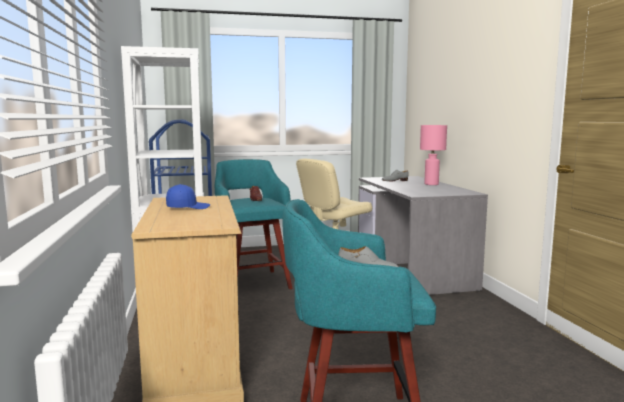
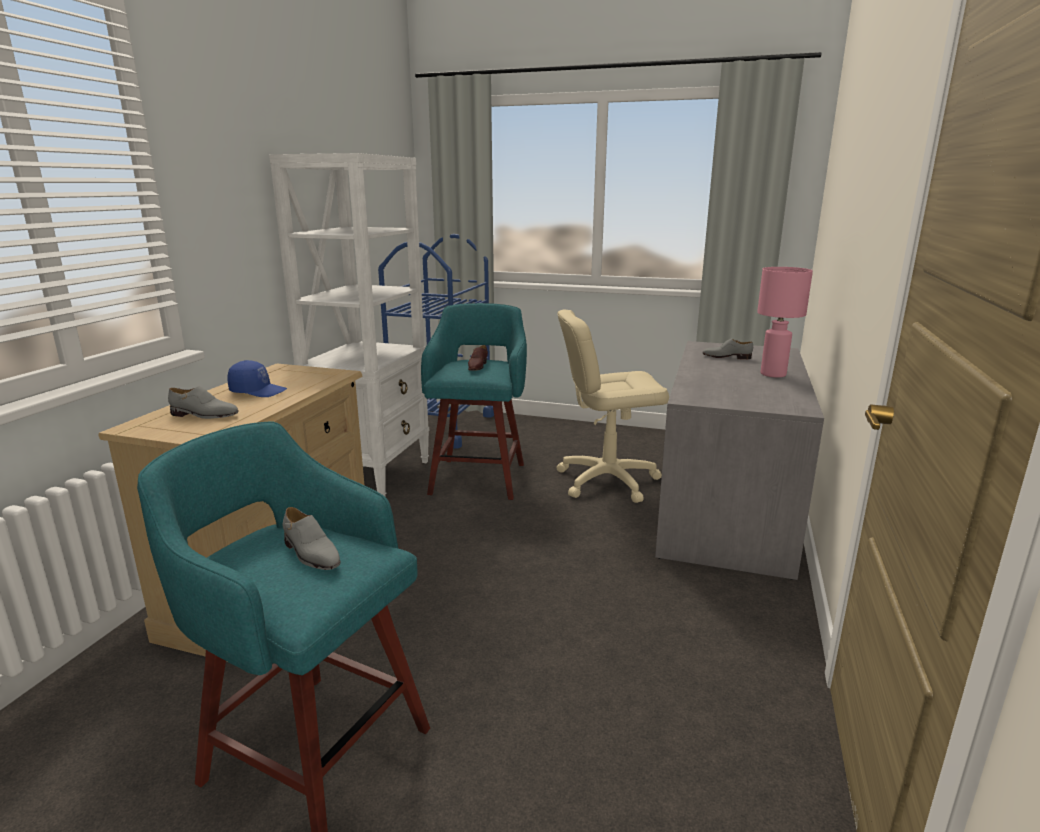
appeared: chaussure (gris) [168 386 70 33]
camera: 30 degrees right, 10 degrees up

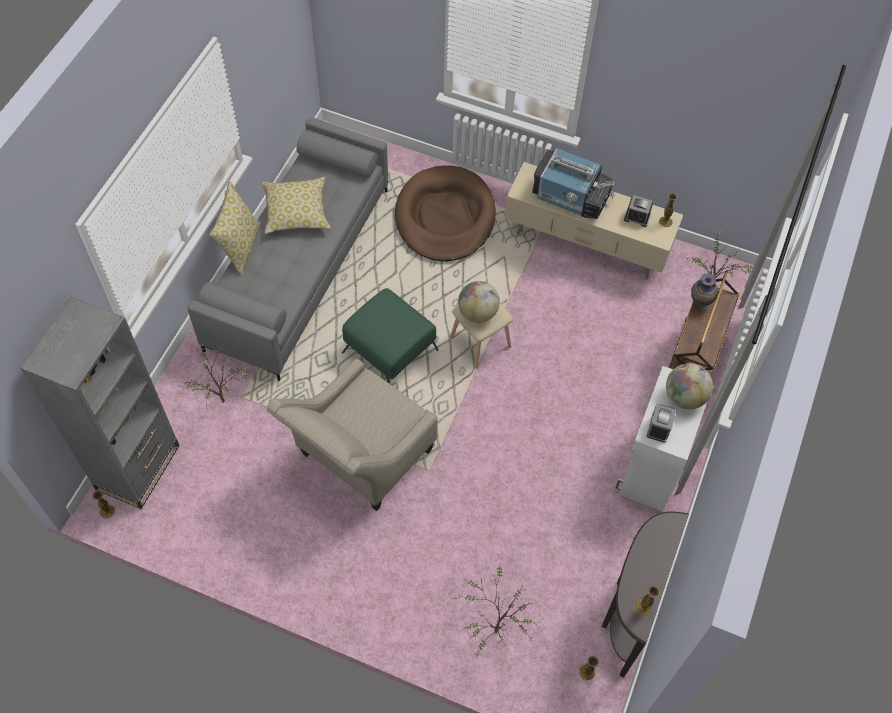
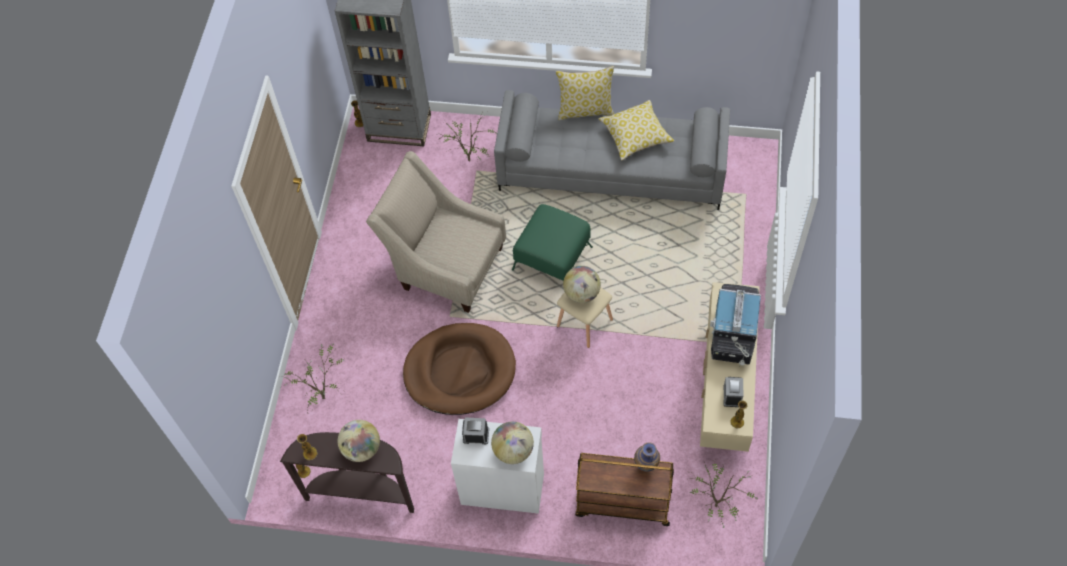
appeared: globe [338 420 42 42]
relocated: panier pour chien (marron) [395 165 101 96] to [403 323 113 92]
camera: 80 degrees right, 0 degrees up

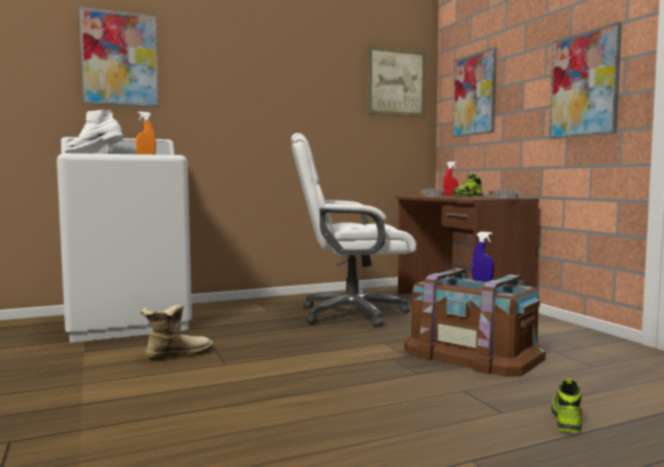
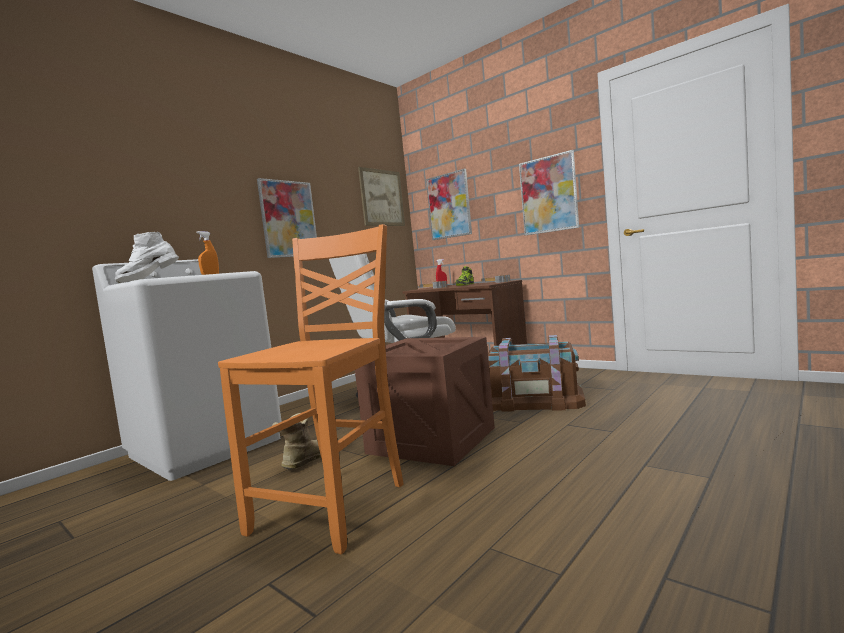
missing: vaporisateur (bleu) [472 232 22 50]; chaussure [551 379 31 54]
appeared: chaise (orange) [218 224 186 330]; caisse [355 337 140 129]
relocated: tableau [79 7 80 100] to [257 178 60 80]
camera: 25 degrees left, 0 degrees up

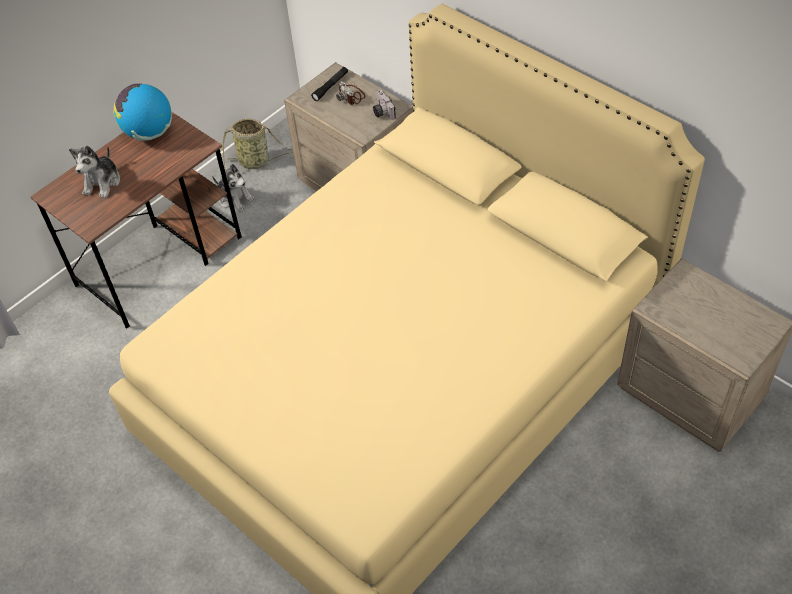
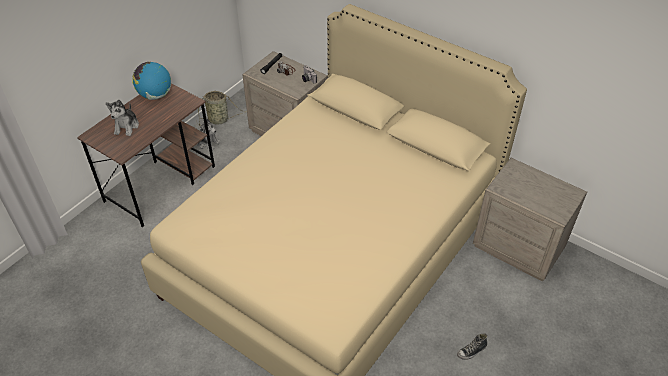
appeared: chaussure [457 333 30 27]
camera: 10 degrees left, 5 degrees down

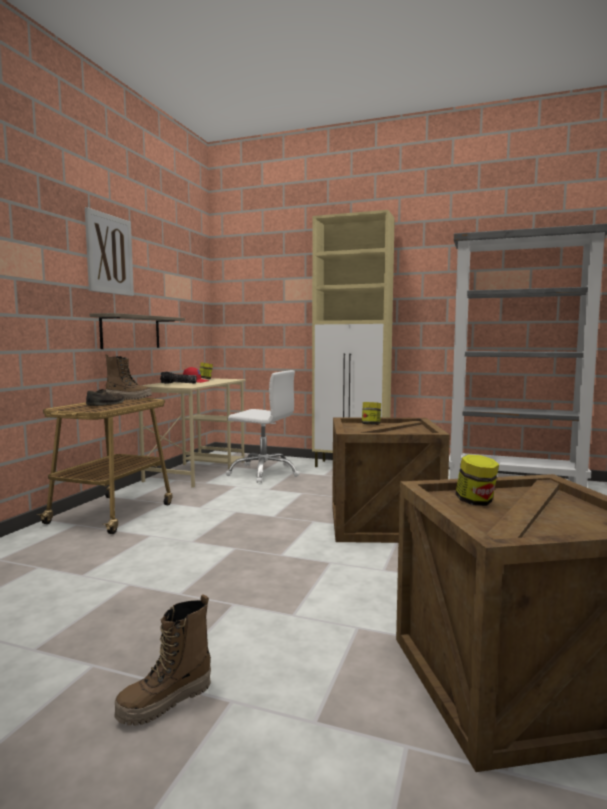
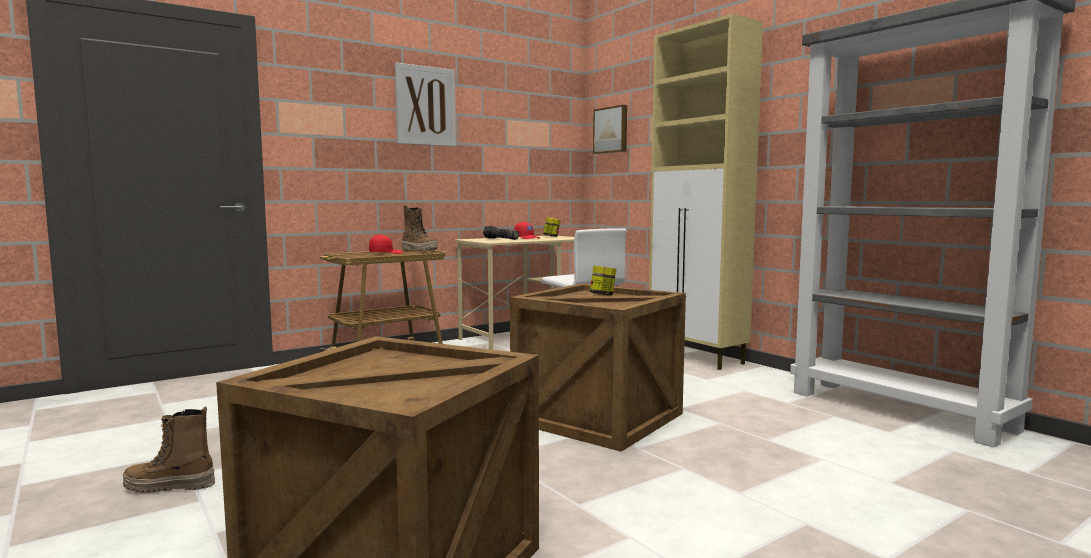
missing: étagère [90 313 95 36]; bocal [456 455 43 51]
appeared: tableau [593 105 34 49]
exchanged: chaussure (marron) [86 389 38 17] to casquette (rouge) [369 235 34 19]
camera: 35 degrees right, 0 degrees up

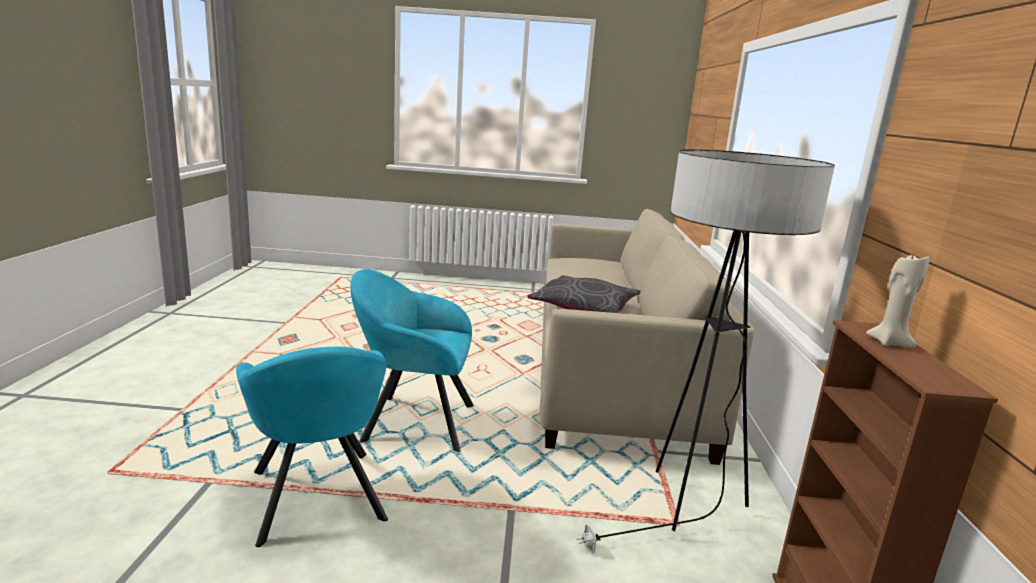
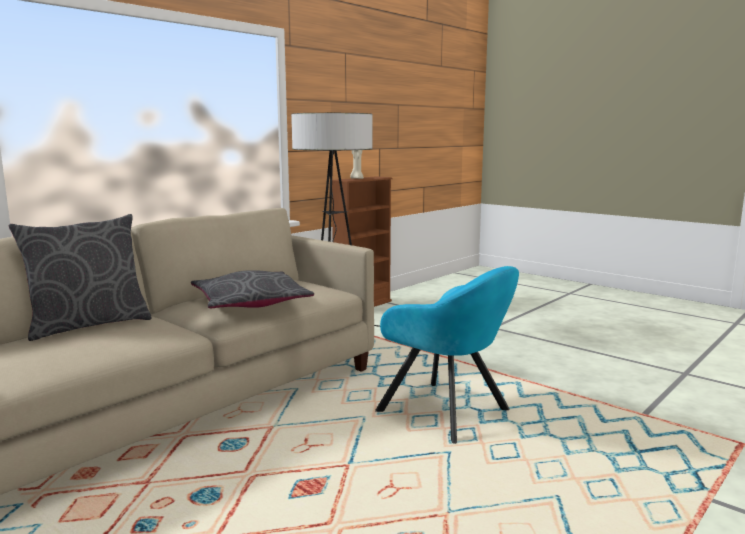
missing: fauteuil (turquoise) [236 347 152 200]
appeared: coussin (gris) [9 214 142 127]
camera: 140 degrees left, 5 degrees down

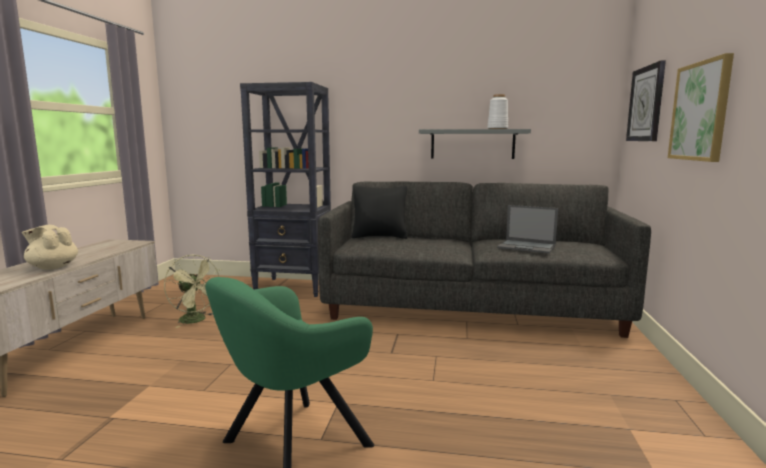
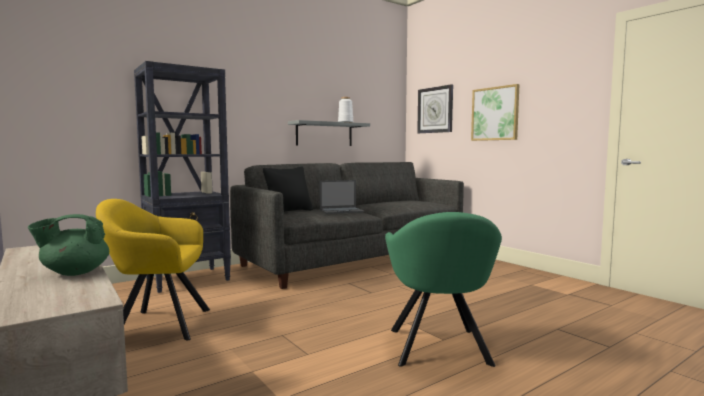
relocated: ordinateur portable [497 205 61 48] to [319 180 45 34]
exchanged: ventilateur (vert) [164 255 57 73] to fauteuil (jaune) [96 199 114 141]
colour: théière (beige) [22 225 56 45] to théière (vert) [28 214 81 62]
camera: 45 degrees left, 5 degrees down

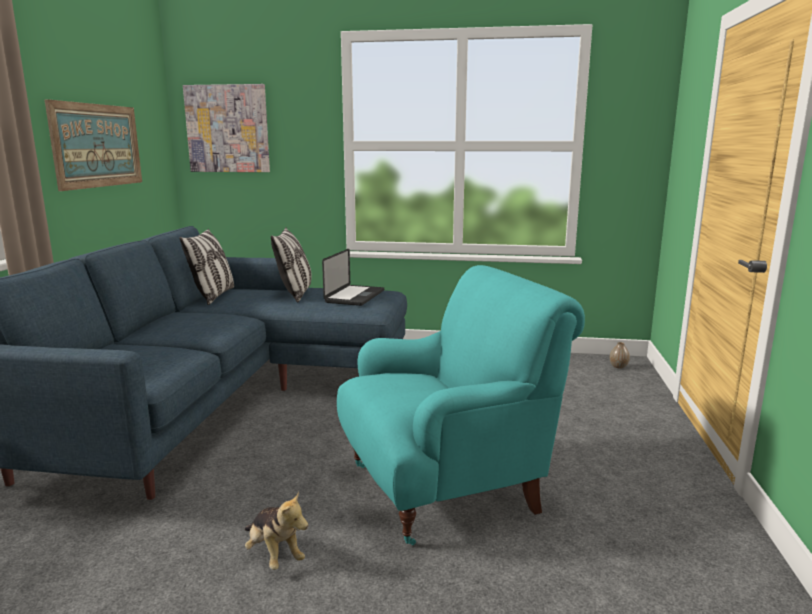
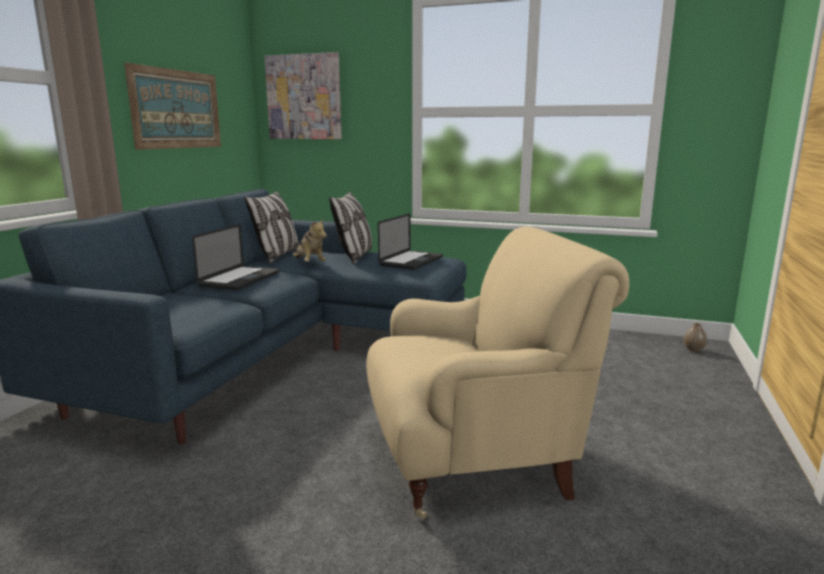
appeared: ordinateur portable [192 224 87 66]
relocated: peluche [244 491 64 79] to [293 218 34 44]
colour: fauteuil (turquoise) [337 265 248 280] to fauteuil (beige) [366 226 263 293]
camera: 10 degrees right, 0 degrees up

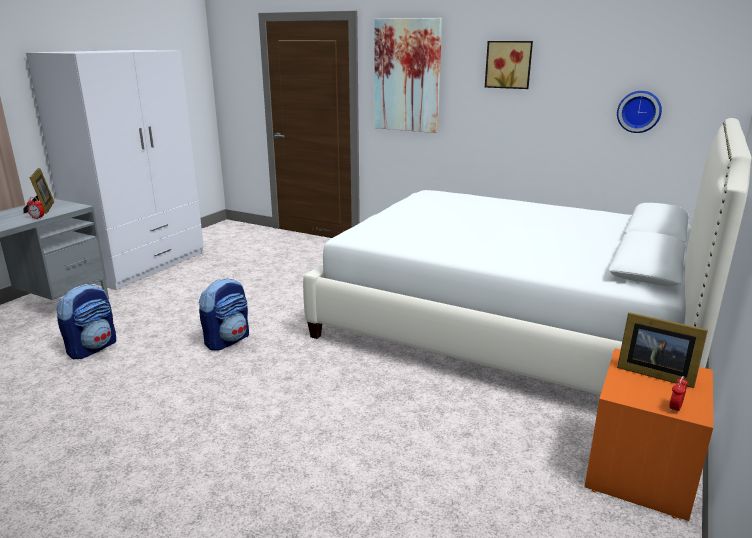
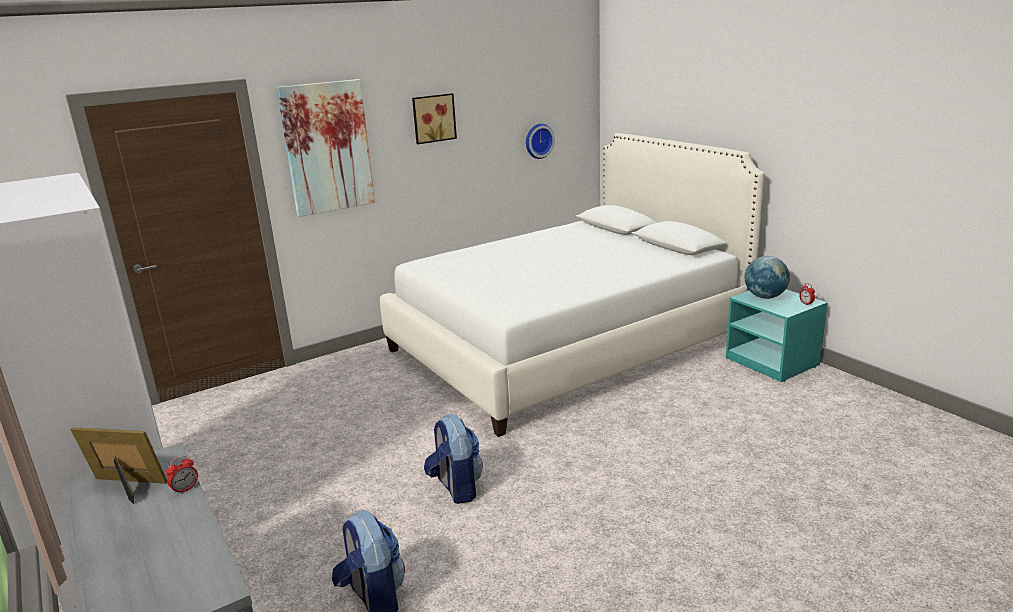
exchanged: cadre photo [617 312 91 76] to globe [744 256 46 43]
colour: table de chevet (orange) [585 348 128 173] to table de chevet (turquoise) [726 289 102 93]
camera: 60 degrees left, 0 degrees up

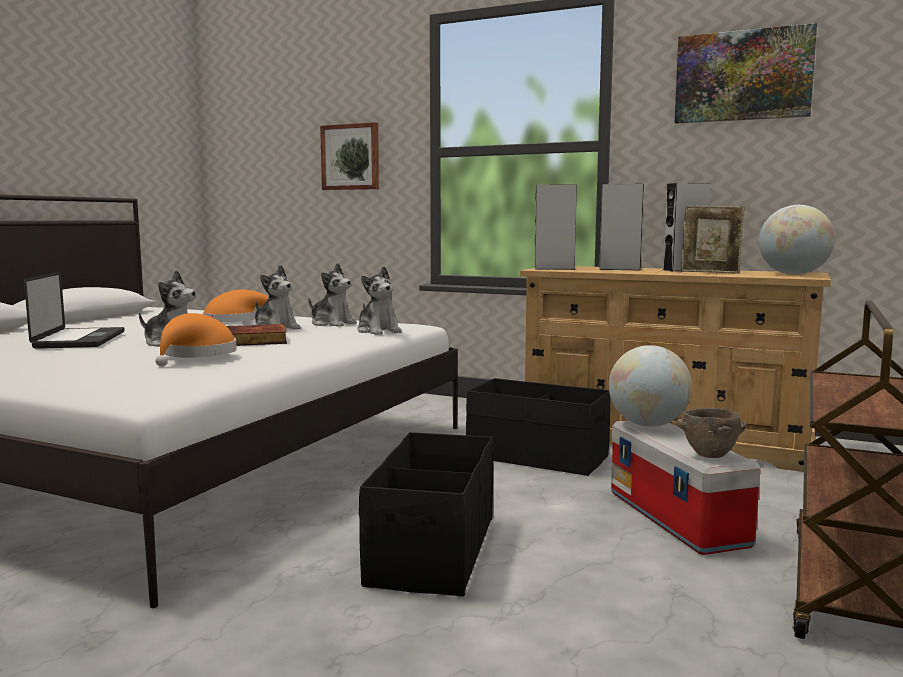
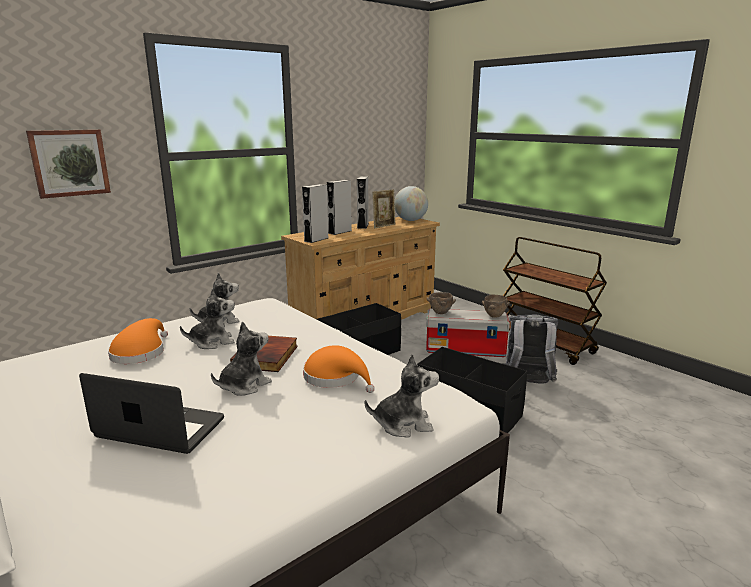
missing: tableau [675 23 142 100]
appeared: sac à dos (gris) [502 315 56 69]
relocated: peluche [357 266 45 69] to [365 354 74 84]
exchanged: globe [609 345 83 82] to bol (marron) [426 292 30 22]
camera: 65 degrees left, 10 degrees up

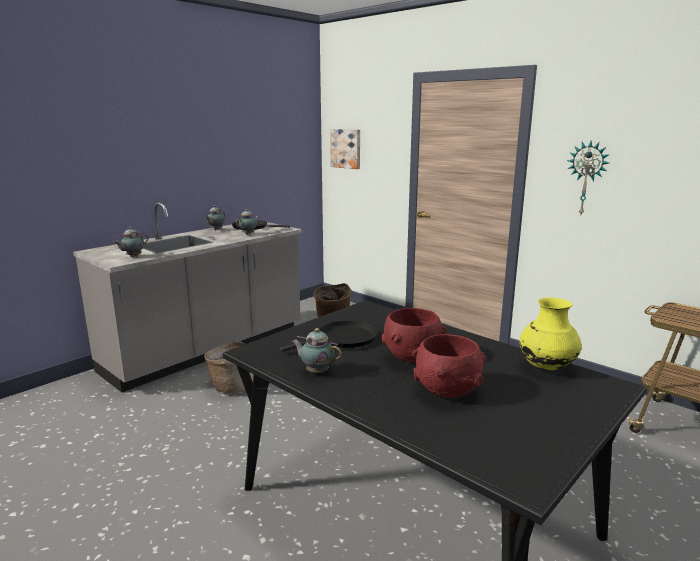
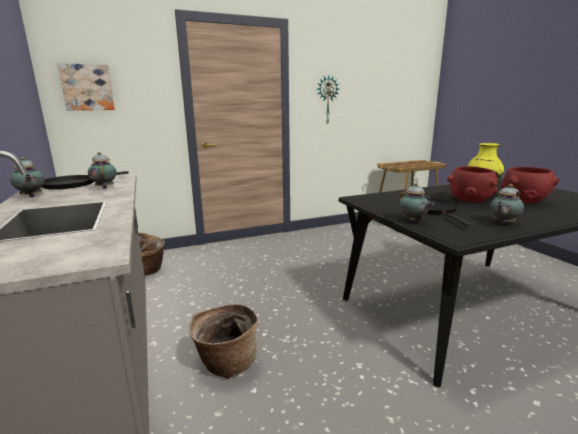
relocated: théière [113 227 36 30] to [399 183 35 39]
camera: 65 degrees left, 0 degrees up

